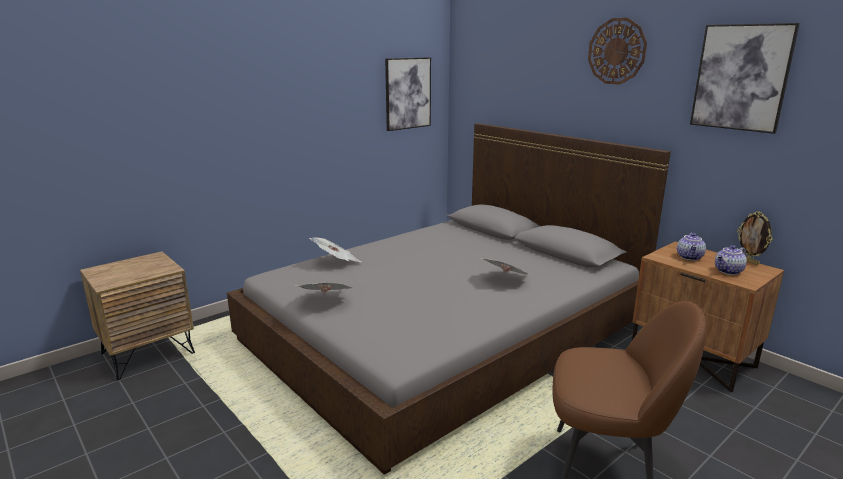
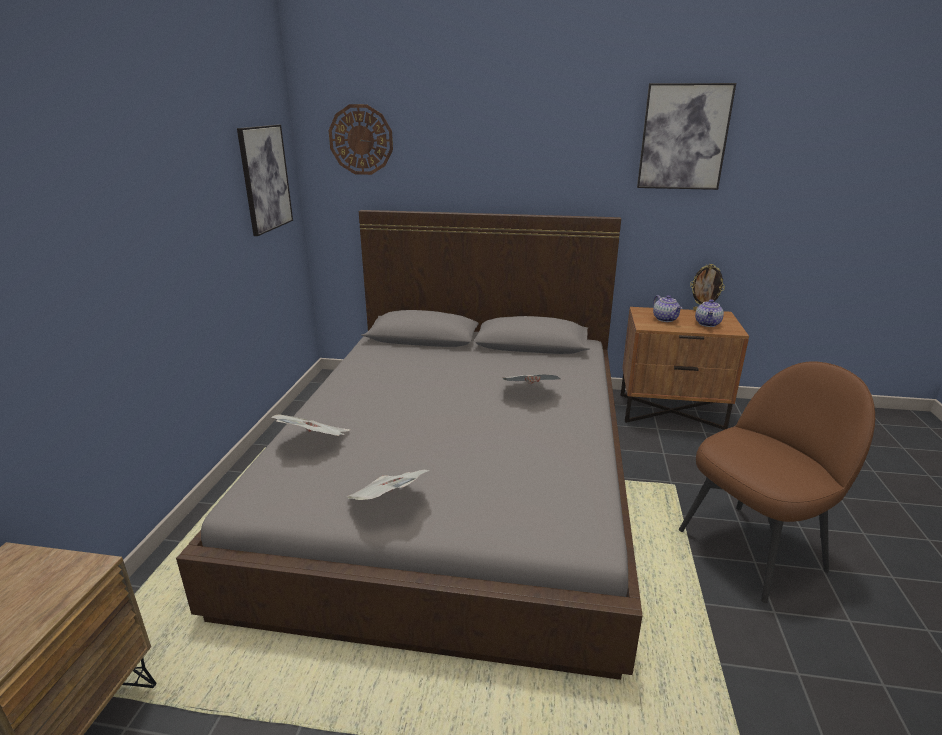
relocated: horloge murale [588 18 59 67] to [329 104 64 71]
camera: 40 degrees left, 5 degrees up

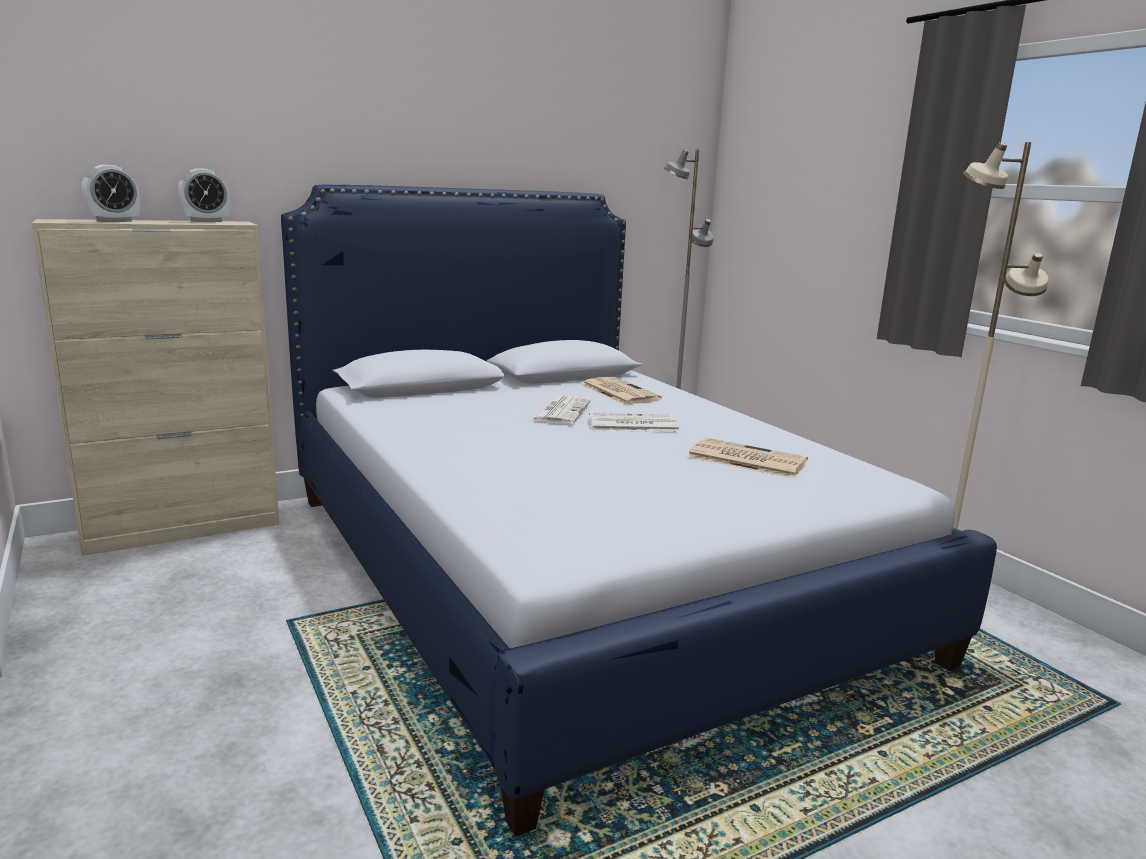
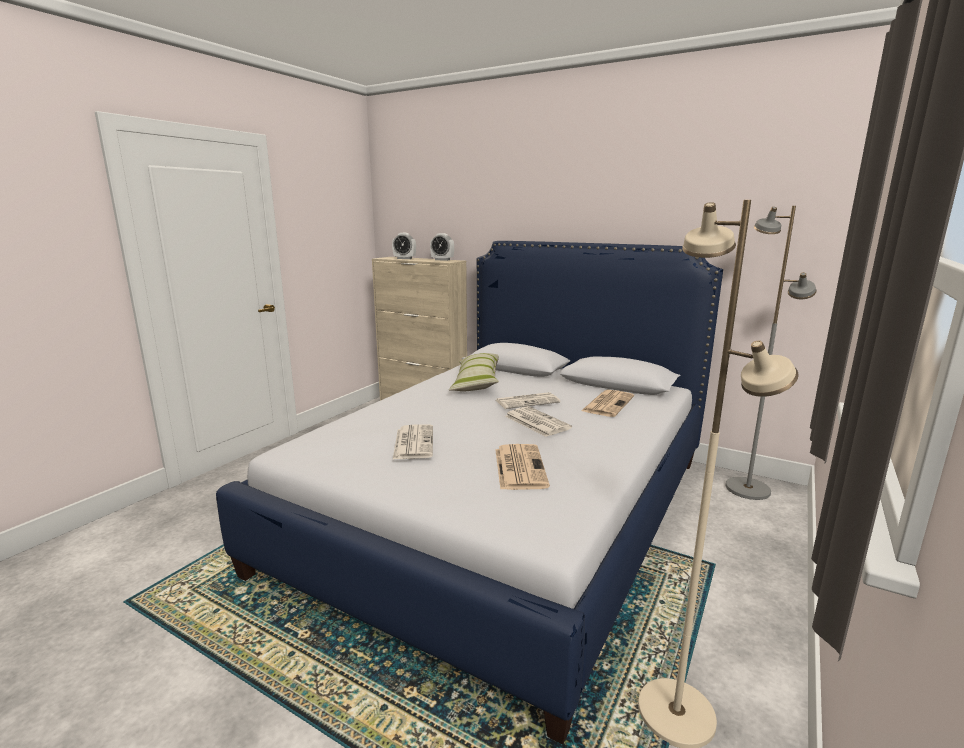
appeared: journal [393 424 40 35]; coussin [449 353 50 39]
camera: 60 degrees right, 0 degrees up

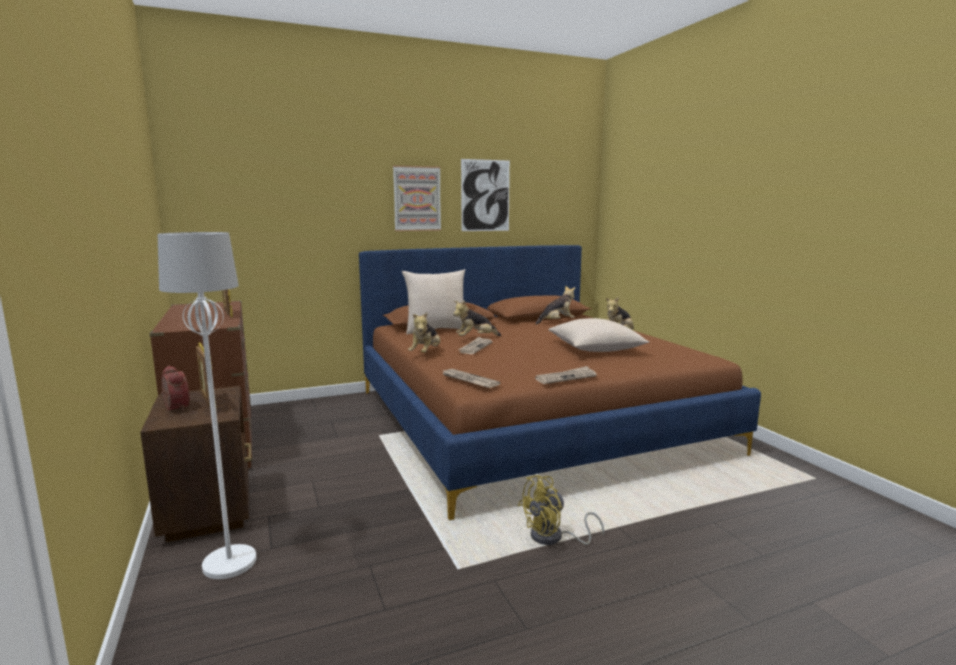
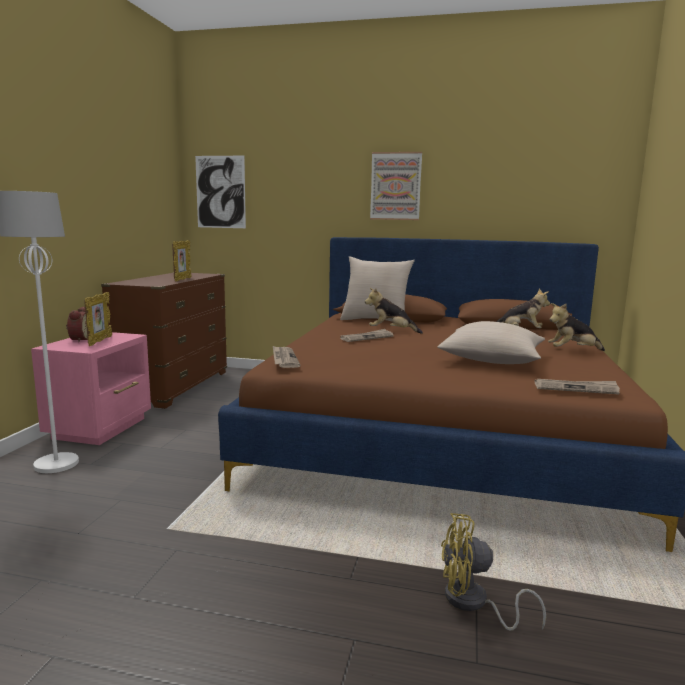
missing: peluche [408 312 32 41]
relocated: tableau [461 159 49 72] to [195 156 51 72]; ventilateur (jaune) [518 475 86 70] to [441 513 105 118]; journal [535 366 62 18] to [534 379 86 15]
colour: table de chevet (marron) [140 386 111 156] to table de chevet (rose) [31 332 120 113]
camera: 35 degrees right, 0 degrees up

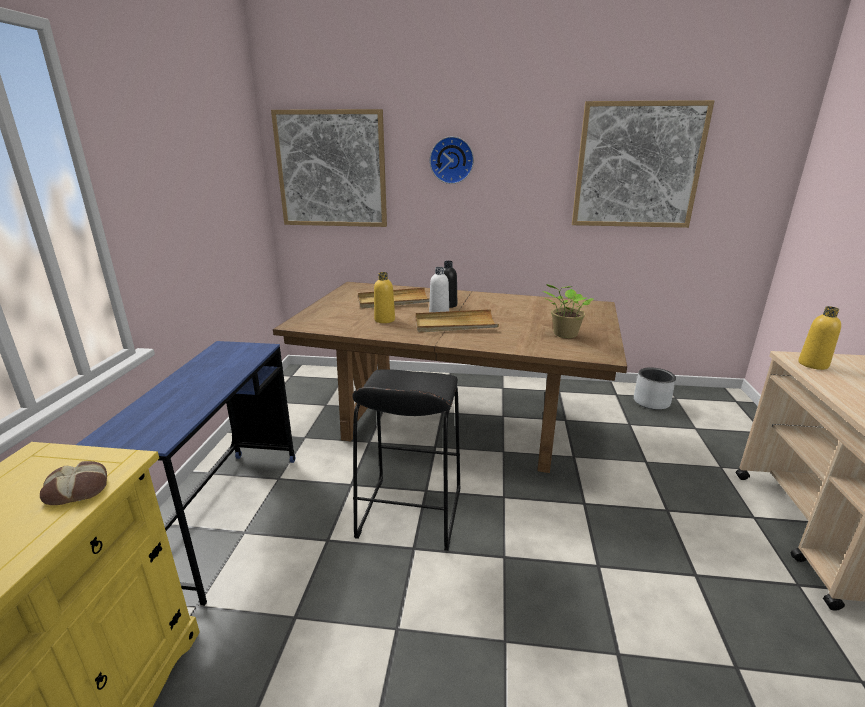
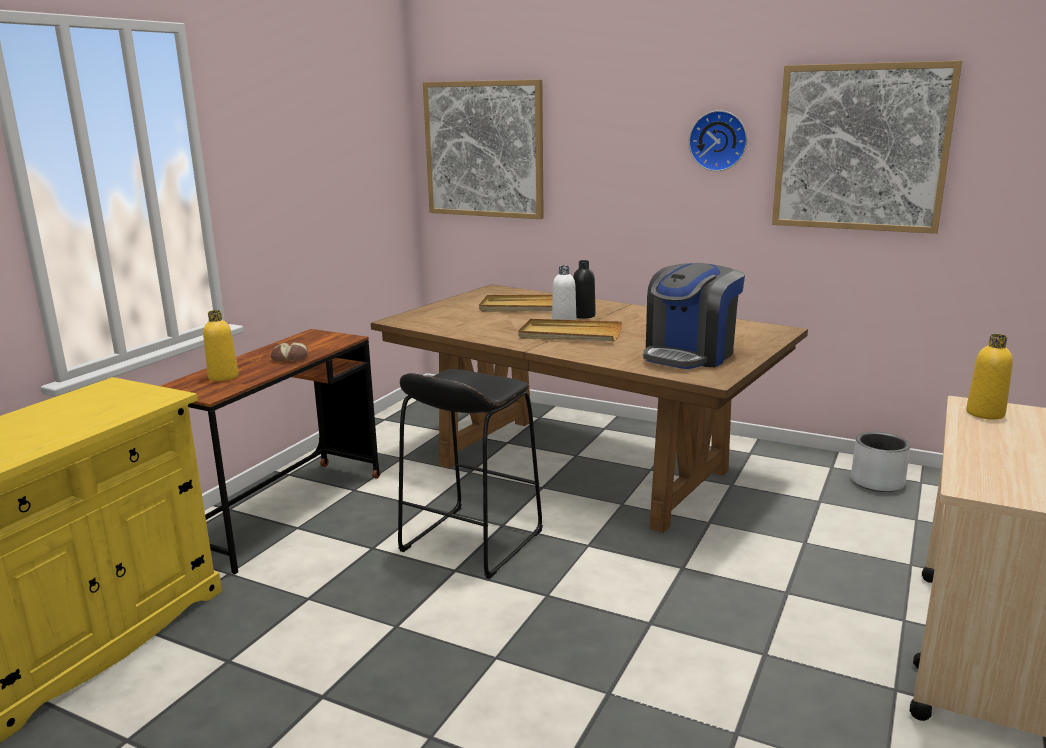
relocated: pain [40 461 67 44] to [271 342 37 20]; bouteille (jaune) [374 272 21 51] to [203 310 36 71]; horloge murale [430 136 44 48] to [689 110 58 61]
exchanged: plante en pot [543 284 51 54] to machine à café [643 263 102 106]
colour: bureau (bleu) [76 341 219 265] to bureau (marron) [160 329 221 245]
camera: 20 degrees right, 5 degrees down

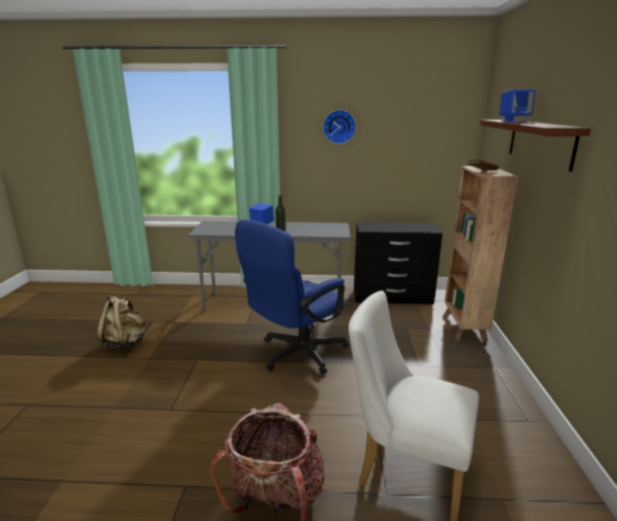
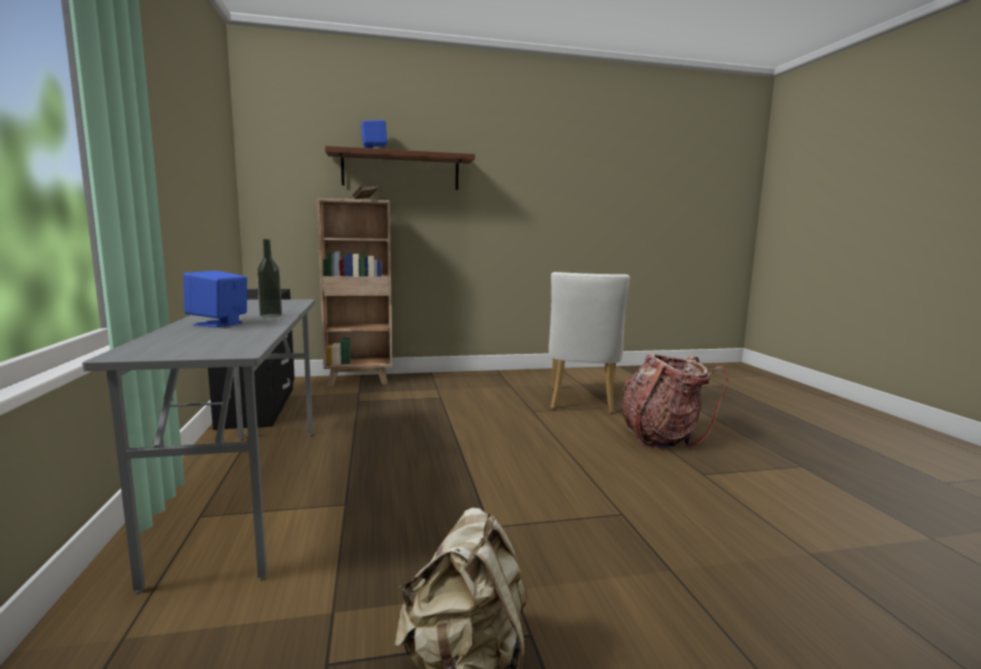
missing: chaise de bureau (bleu) [235 219 114 155]; horloge murale [323 110 33 34]
camera: 105 degrees left, 10 degrees down

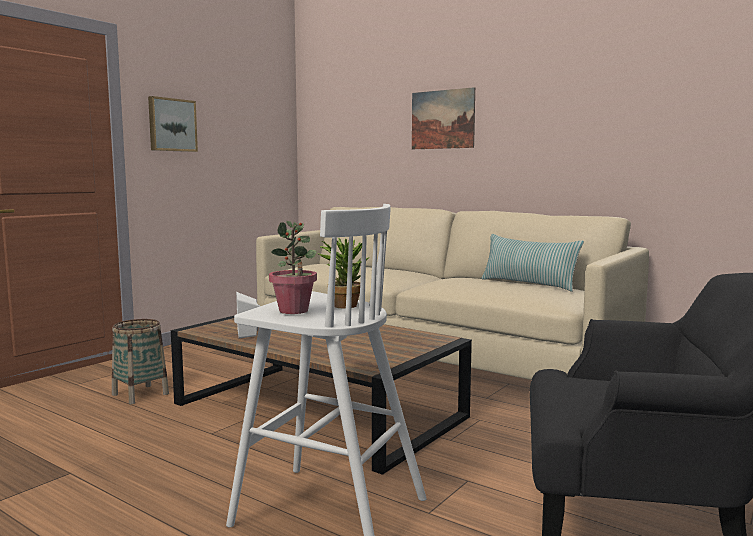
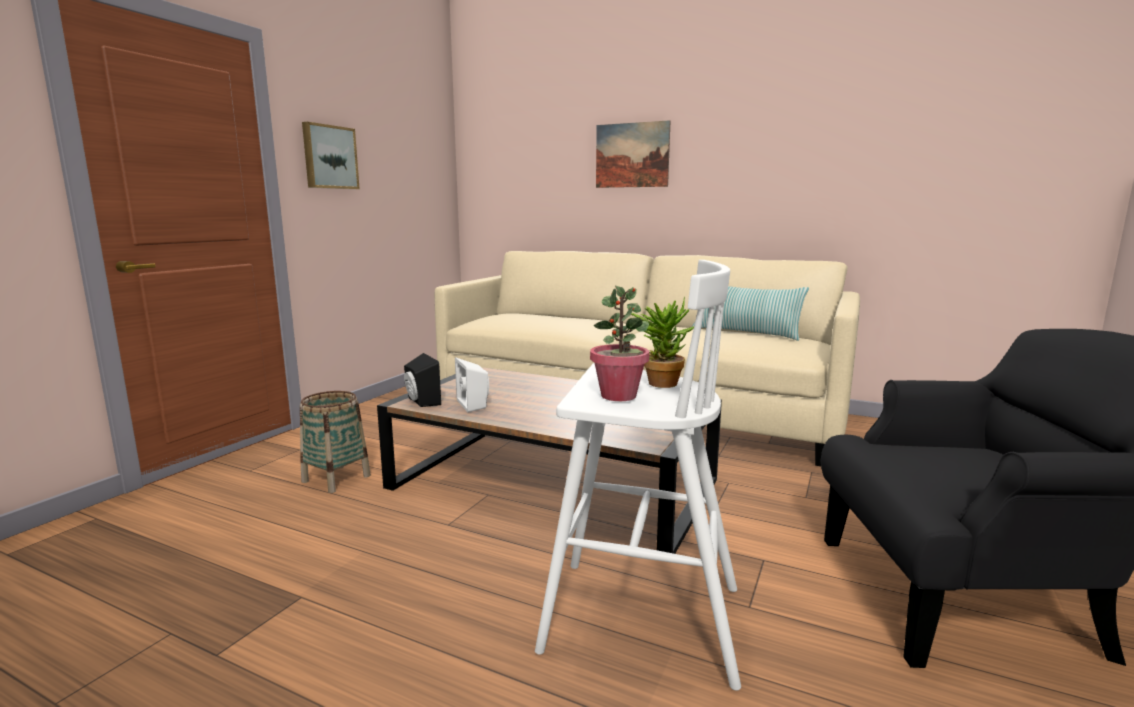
appeared: enceinte (noir) [404 353 37 54]
camera: 10 degrees left, 5 degrees up

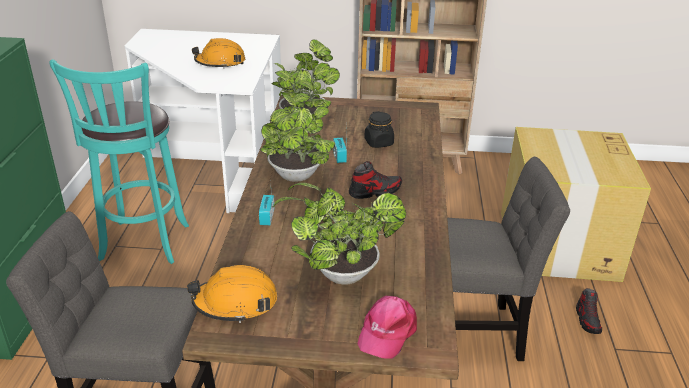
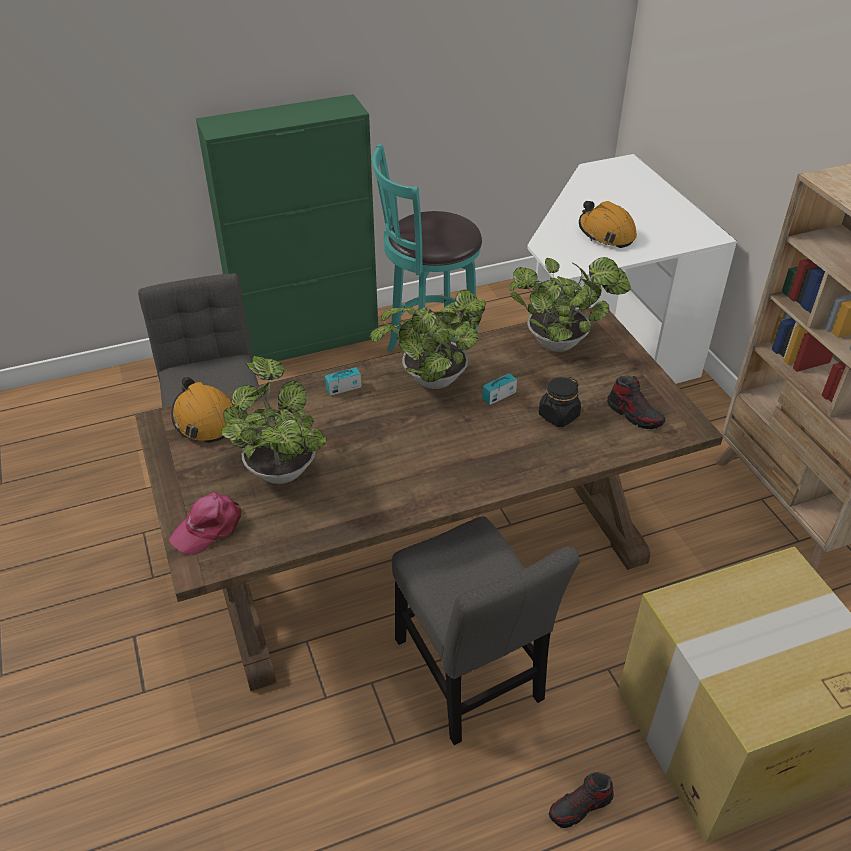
relocated: chaussure [349 161 53 38] to [607 376 58 53]
spun: casquette (rose) [357 296 60 63] = [169 492 73 63] 45 degrees counterclockwise
camera: 65 degrees right, 10 degrees up

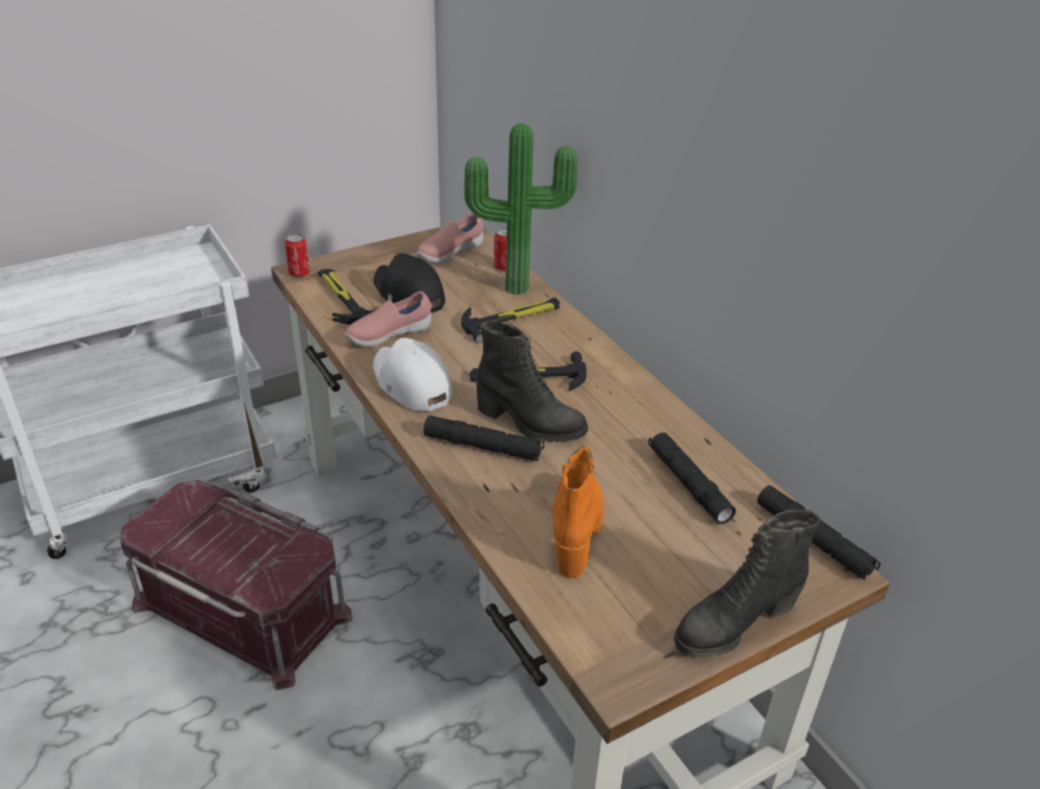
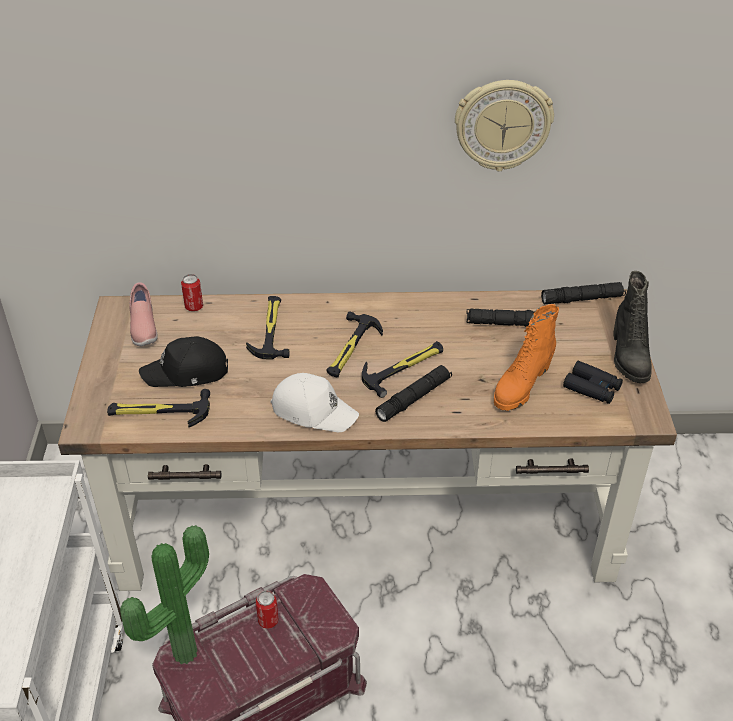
missing: chaussure (rose) [344 291 87 56]
appeared: horloge murale [455 80 99 92]; jumelles (noir) [563 361 60 43]
relocated: boîte métallique [285 233 25 44] to [256 591 23 38]; plante en pot [464 123 114 172] to [120 525 89 139]
exchanged: botte (noir) [476 321 112 121] to marteau [362 341 81 57]
spun: casquette (blanc) [373 338 80 73] = [271 373 88 60] 150 degrees counterclockwise; botte (orange) [552 446 52 132] = [494 304 65 107] 90 degrees counterclockwise
camera: 60 degrees left, 5 degrees up

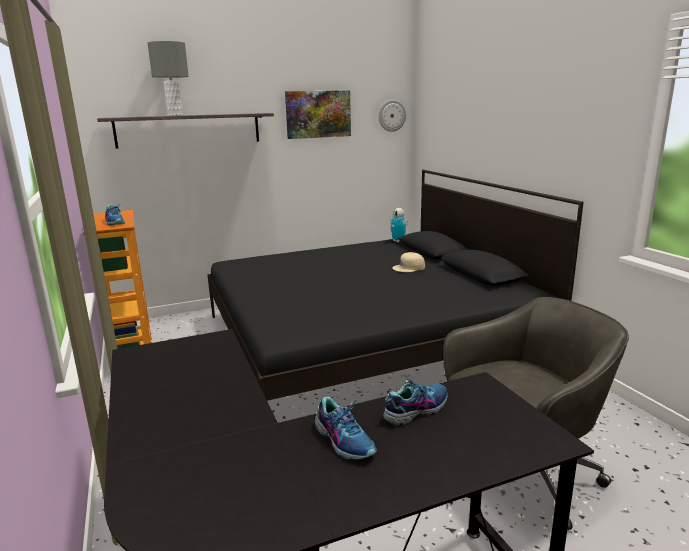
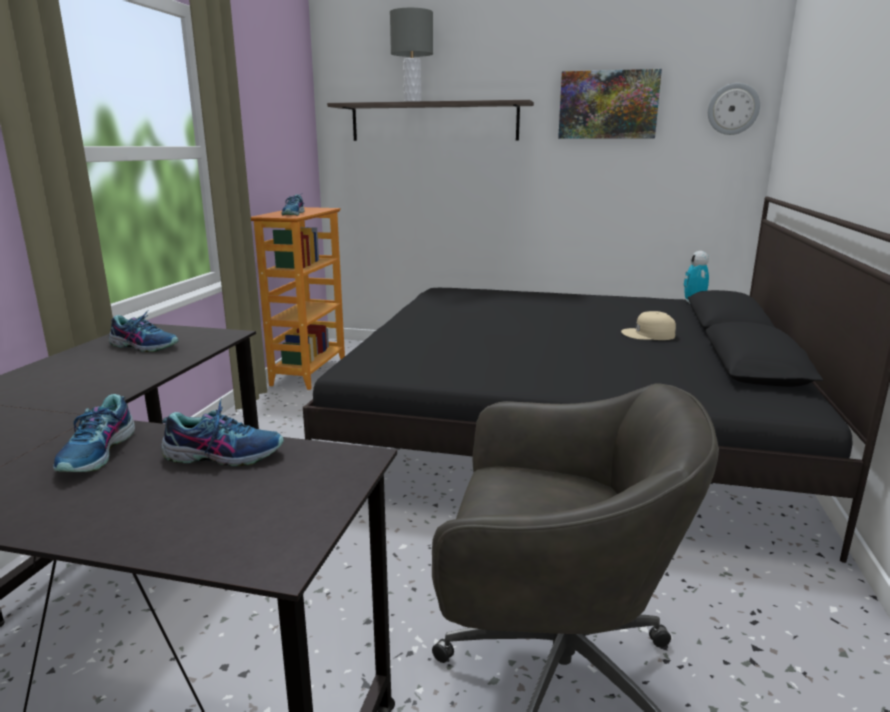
appeared: chaussure [109 310 70 42]
camera: 35 degrees right, 0 degrees up

